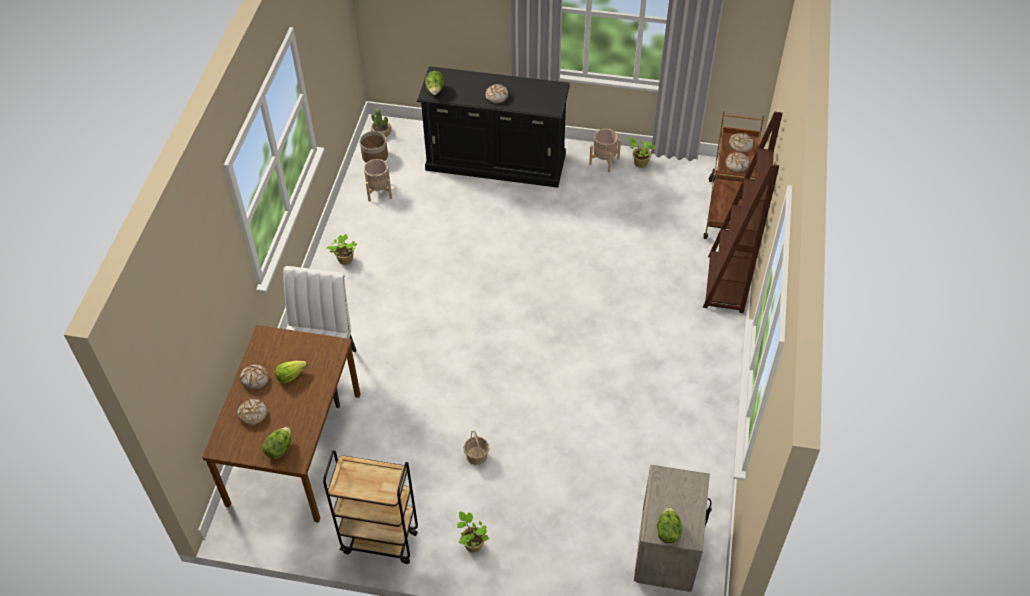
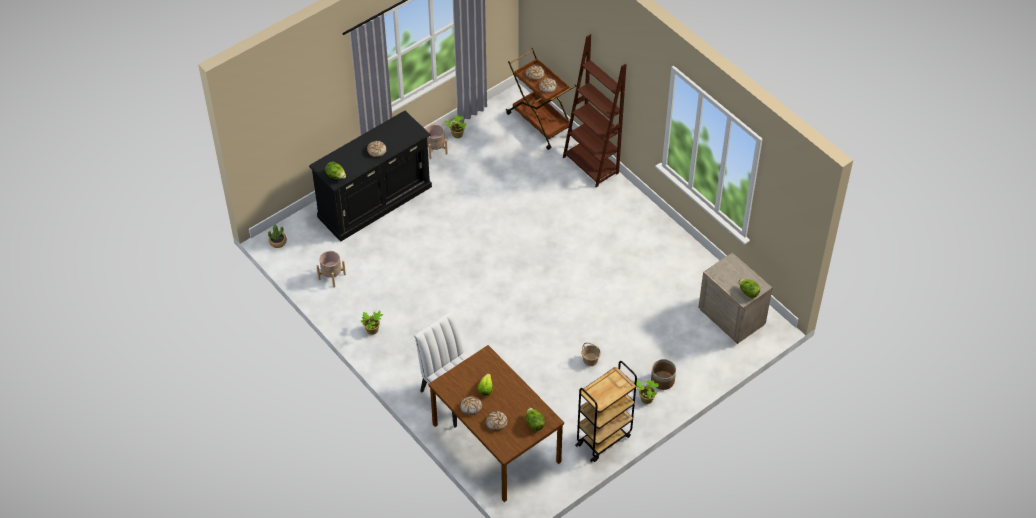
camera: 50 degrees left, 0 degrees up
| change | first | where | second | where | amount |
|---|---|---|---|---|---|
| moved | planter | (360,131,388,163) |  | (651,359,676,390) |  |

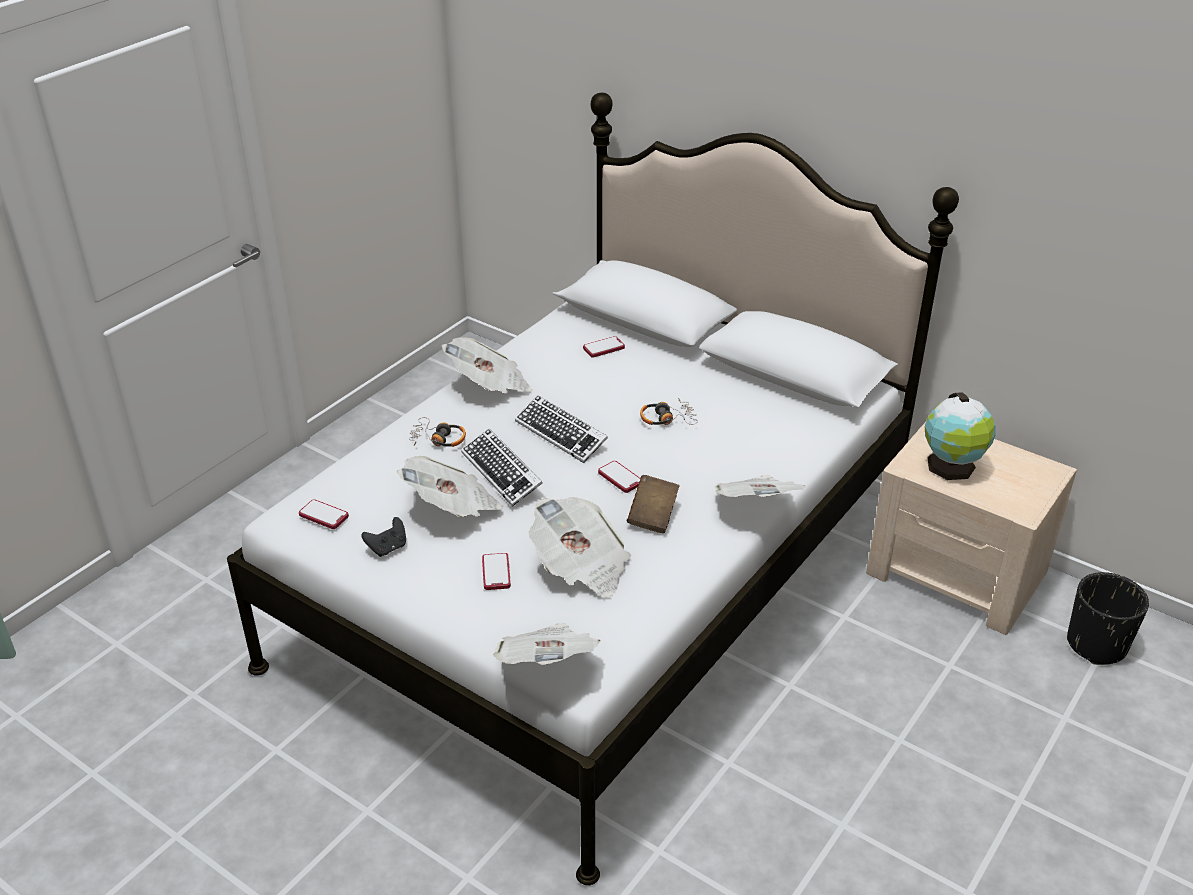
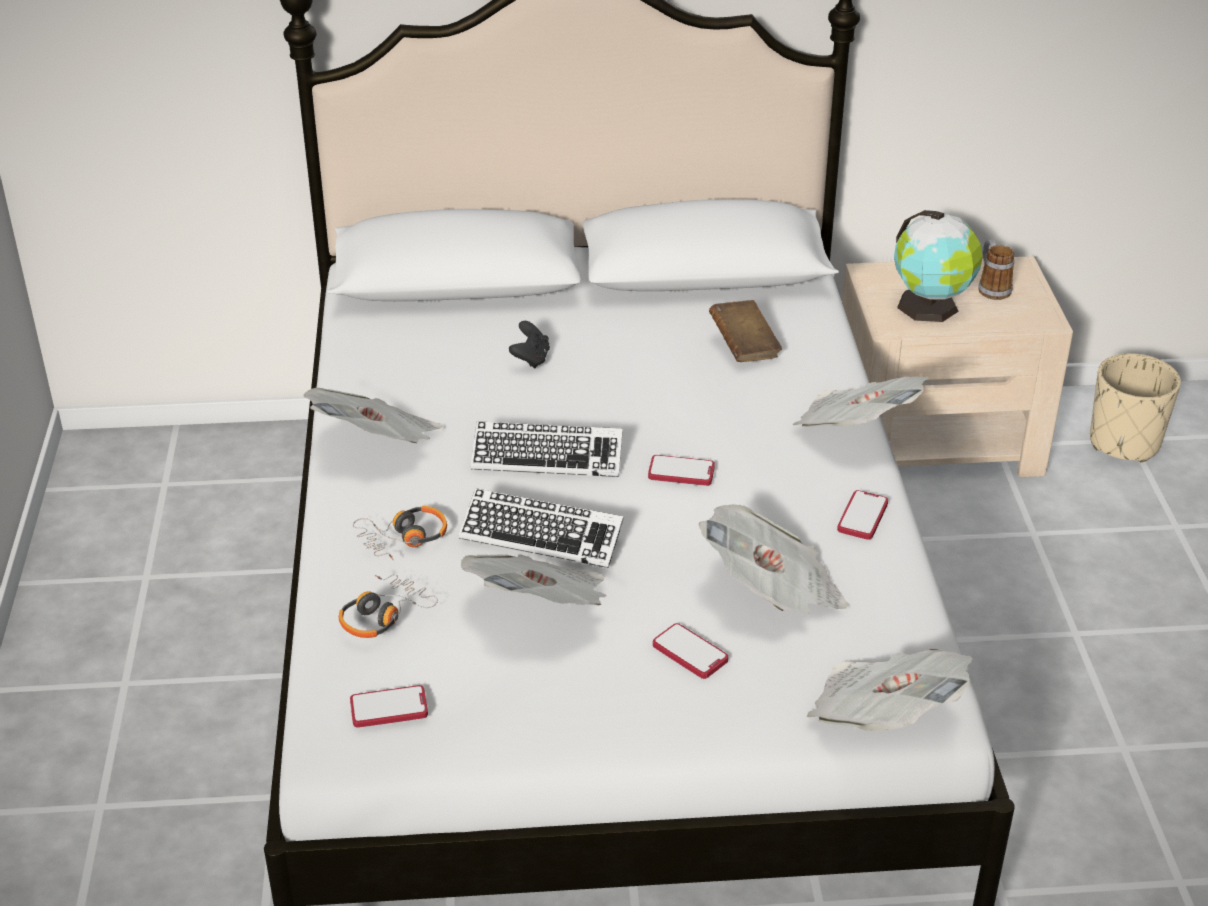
camera: 40 degrees left, 0 degrees up
| change | first | where | second | where | amount |
|---|---|---|---|---|---|
| moved | phone | (583,336,625,358) |  | (837,490,888,540) |  |
| moved | headphones | (640,398,698,425) |  | (339,574,438,638) |  |
| moved | brown book | (627,475,680,533) |  | (709,300,782,362) |  |
| moved | black game controller | (361,517,406,557) |  | (509,321,550,368) |  |
| recoloured | black planter | (1067,572,1149,665) | beige planter | (1090,353,1181,462) |  |
| added |  |  | mug | (978,239,1014,300) |  |

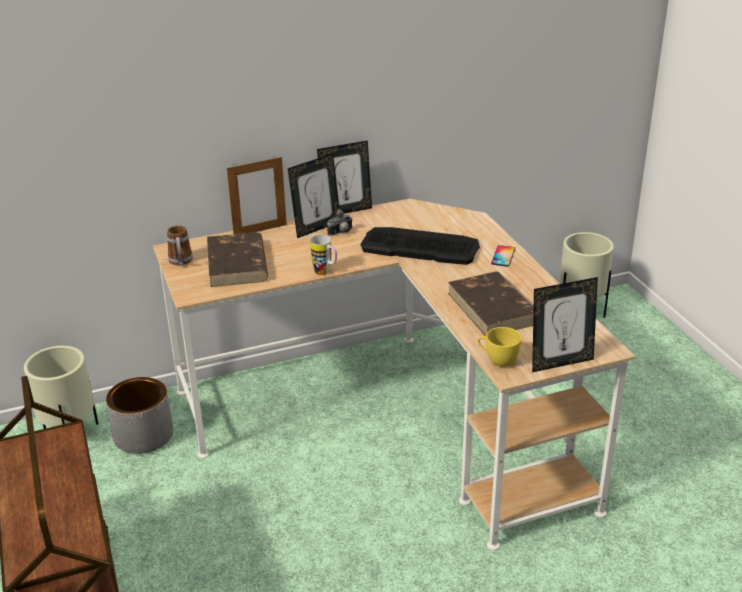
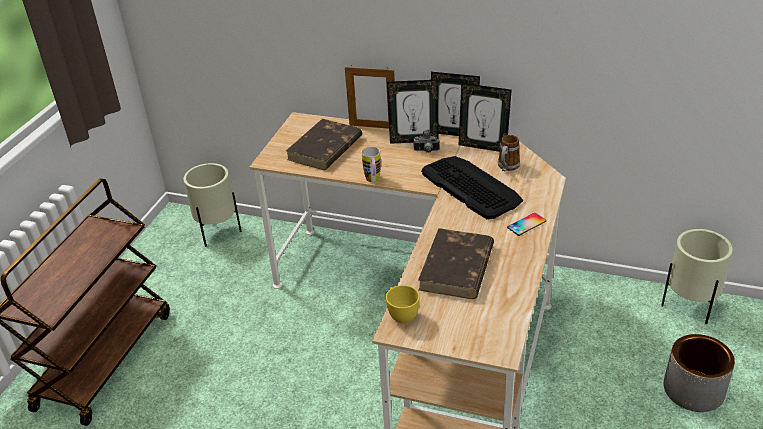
camera: 40 degrees right, 5 degrees up
| change | first | where | second | where | amount |
|---|---|---|---|---|---|
| moved | mug | (167,226,193,266) |  | (498,135,520,171) |  |
| moved | picture frame | (532,277,598,372) |  | (459,83,512,152) |  |
| moved | grey planter | (106,377,173,454) |  | (664,334,735,412) |  |

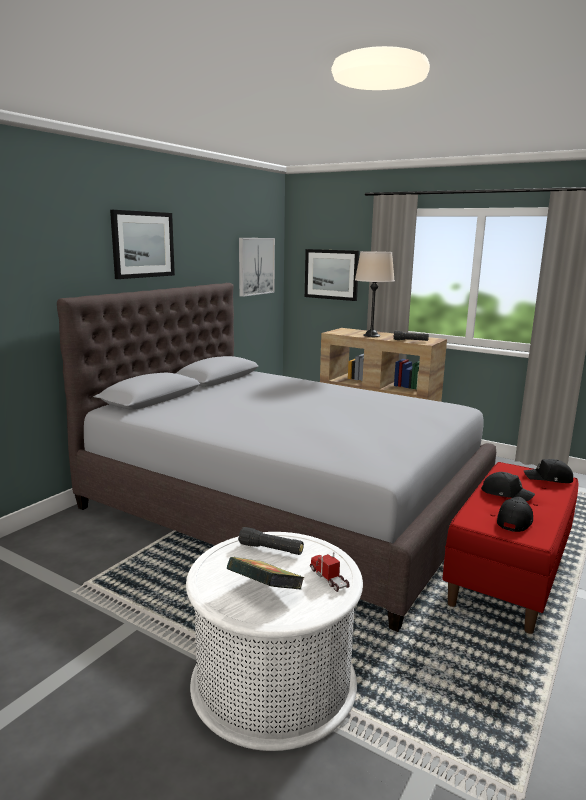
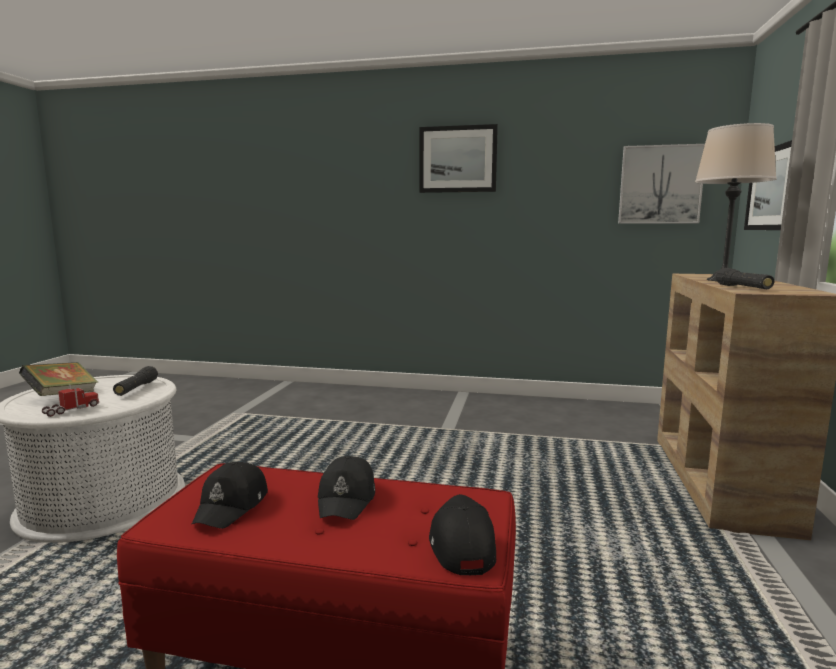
camera: 70 degrees right, 5 degrees down
| change | first | where | second | where | amount |
|---|---|---|---|---|---|
| removed | grey bed | (57,283,496,632) |  |  |  |
| turned | black cap | (497,497,533,532) |  | (191,462,268,529) | 90 degrees clockwise |

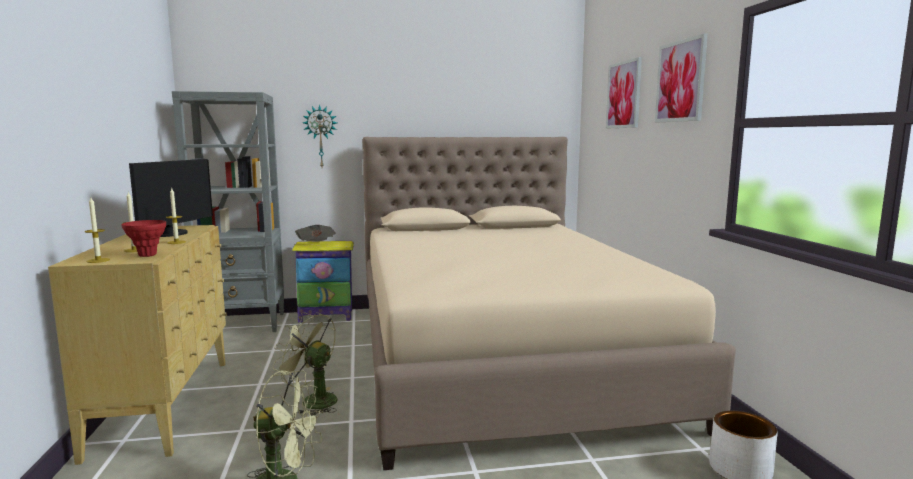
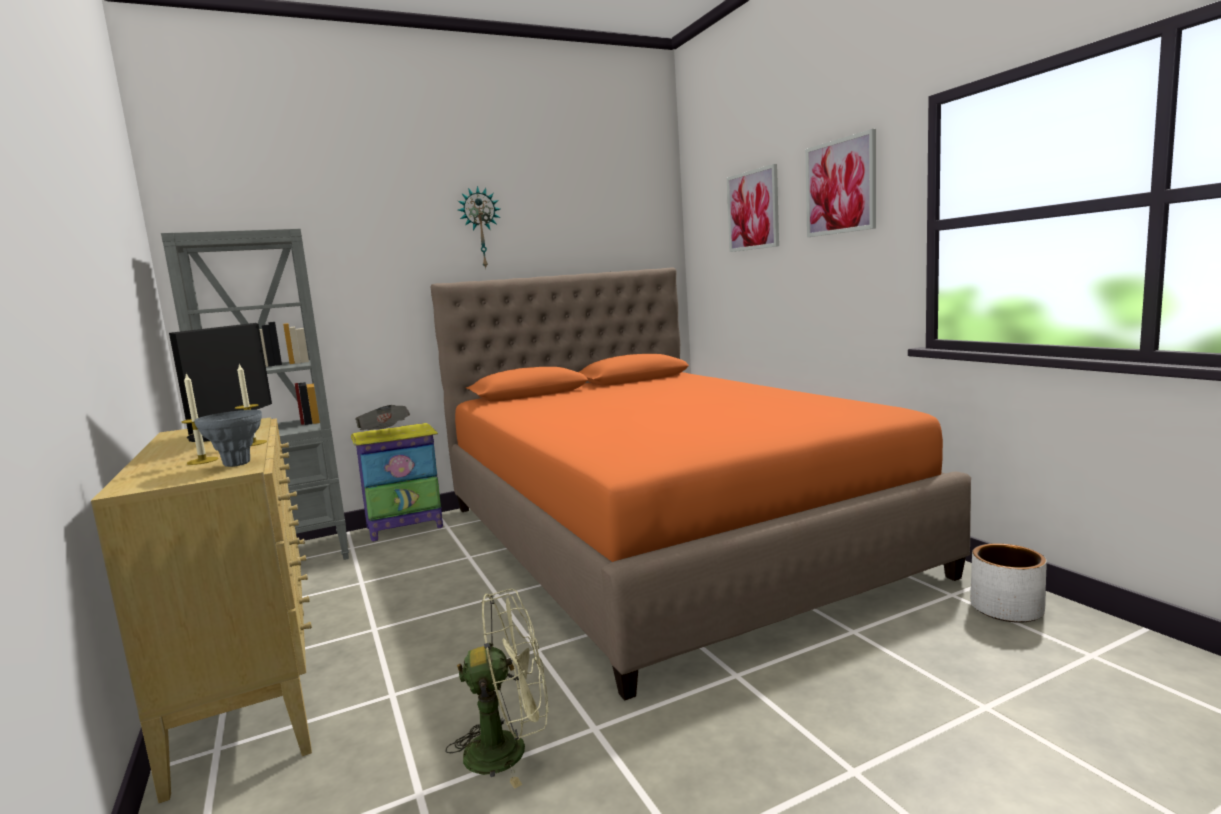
camera: 15 degrees left, 0 degrees up
| change | first | where | second | where | amount |
|---|---|---|---|---|---|
| moved | wall clock | (303,104,337,167) |  | (458,186,501,268) |  |
| recoloured | beige bed | (363,137,736,470) | orange bed | (431,267,971,701) |  |
| removed | candle | (85,198,110,263) |  |  |  |
| recoloured | red vase | (121,220,166,257) | grey vase | (194,410,262,467) |  |
| removed | green fan | (273,312,337,416) |  |  |  |

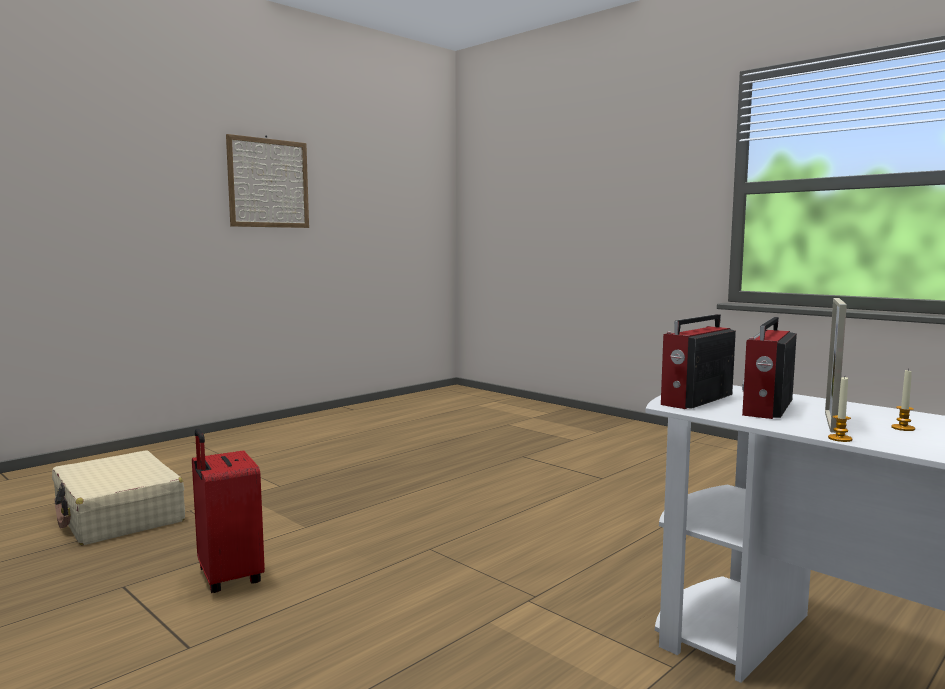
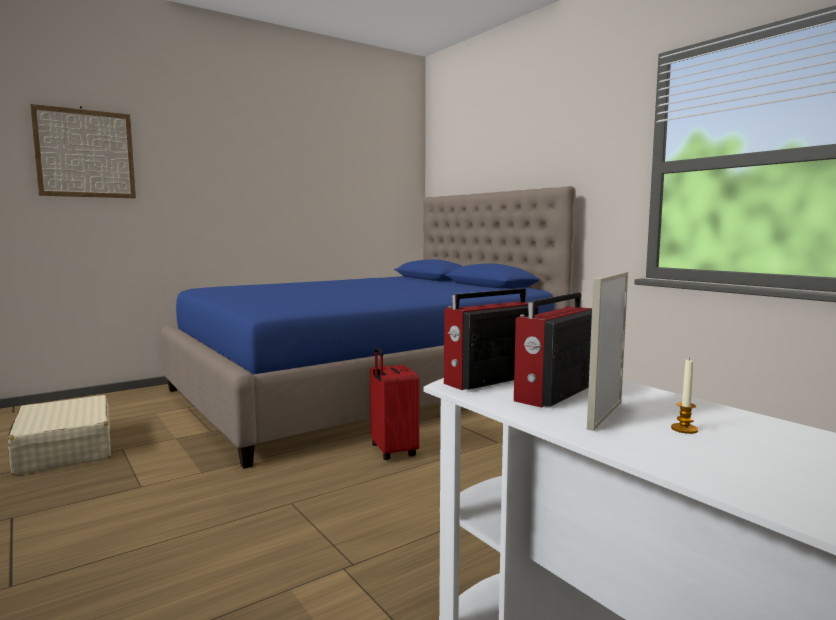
camera: 10 degrees right, 0 degrees up
| change | first | where | second | where | amount |
|---|---|---|---|---|---|
| moved | picture | (226,134,309,228) |  | (30,104,136,198) |  |
| removed | candle | (828,377,852,442) |  |  |  |
| moved | red suitcase | (192,429,265,593) |  | (370,347,419,460) |  |
| added |  |  | blue bed | (161,186,576,469) |  |

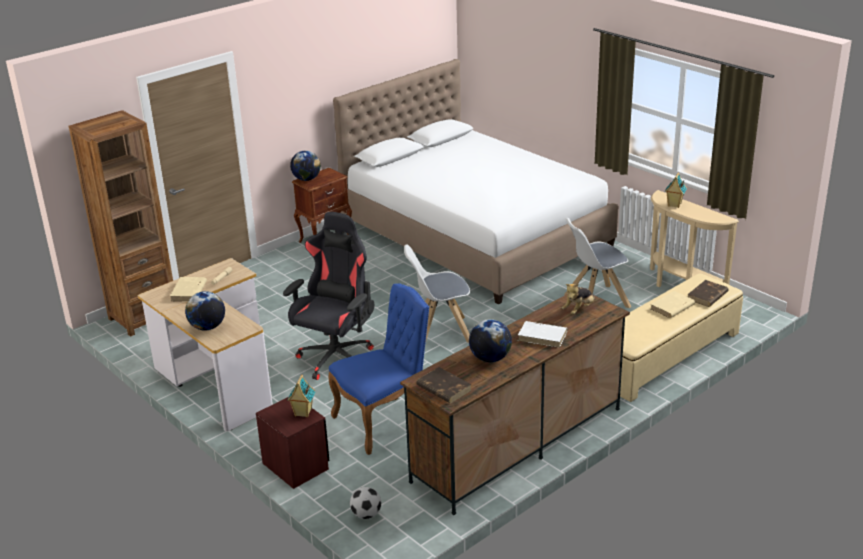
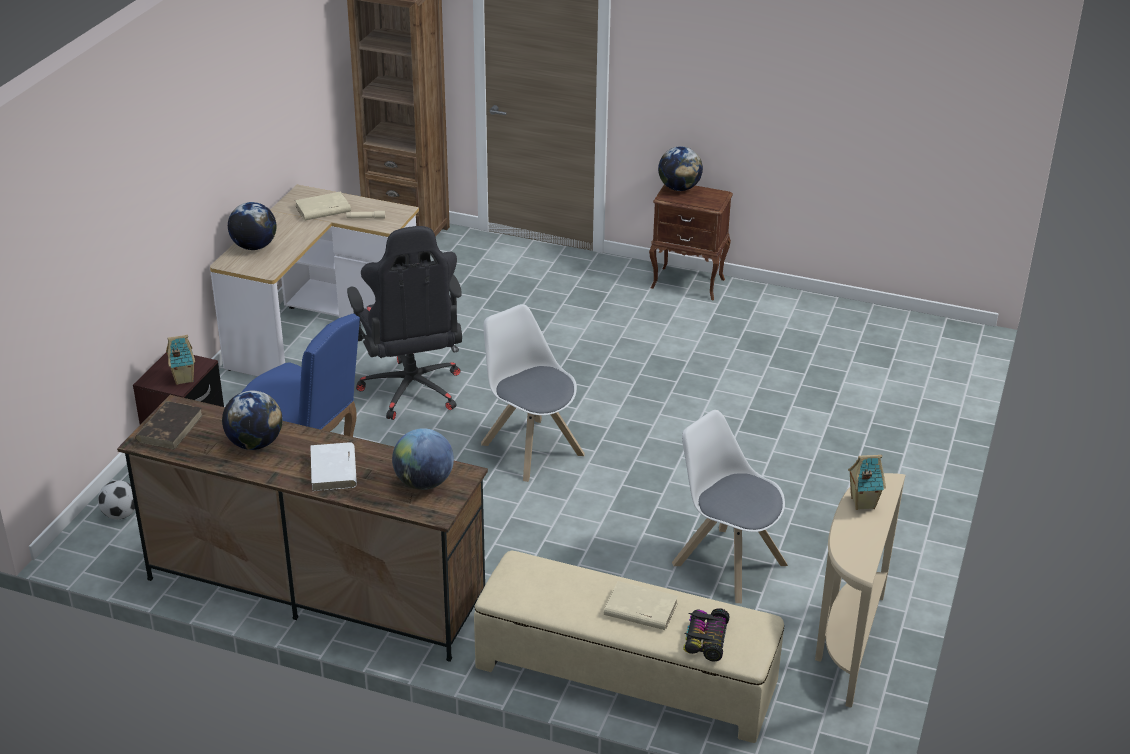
camera: 60 degrees right, 5 degrees up
| change | first | where | second | where | amount |
|---|---|---|---|---|---|
| removed | white bed | (333,59,619,305) |  |  |  |
| turned | black office chair | (283,212,374,380) |  | (347,226,462,420) | 75 degrees clockwise |
| replaced | brown book | (687,280,729,307) | toy car | (683,608,730,662) |  |
| replaced | plush toy | (562,283,595,315) | globe | (392,428,454,490) |  |

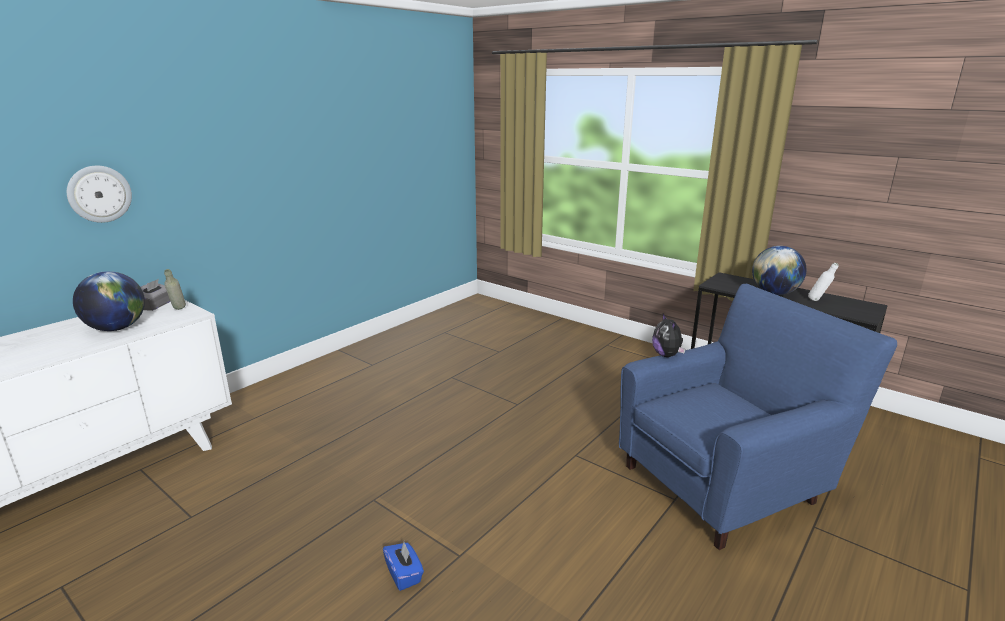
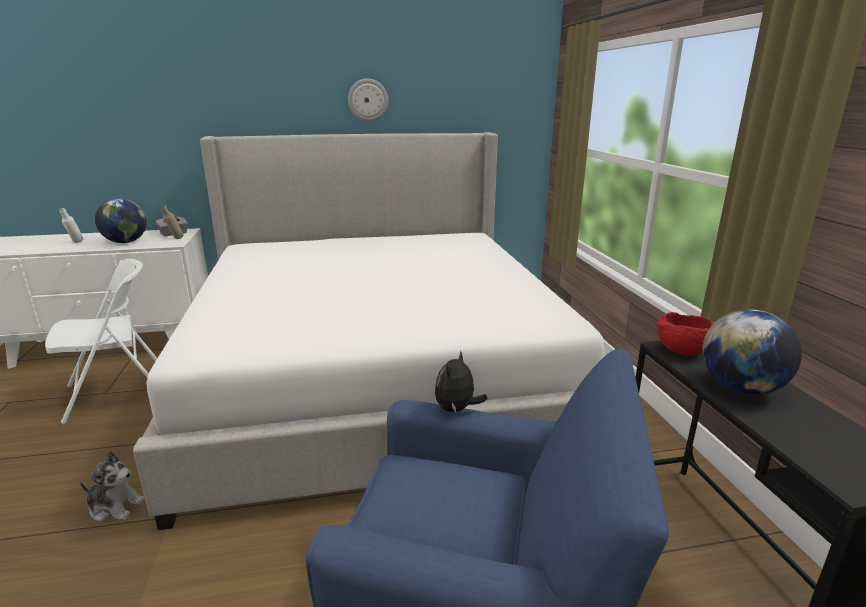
camera: 40 degrees right, 0 degrees up
| change | first | where | second | where | amount |
|---|---|---|---|---|---|
| moved | wall clock | (67,166,132,223) |  | (348,78,388,122) |  |
| moved | white bottle | (808,263,839,301) |  | (60,208,84,243) |  |
| replaced | blue tissue box | (383,542,424,591) | plush toy | (80,451,145,522) |  |
| added |  |  | bed | (133,132,604,530) |  |
| added |  |  | white chair | (45,259,157,424) |  |
| added |  |  | red bowl | (657,312,714,356) |  |

